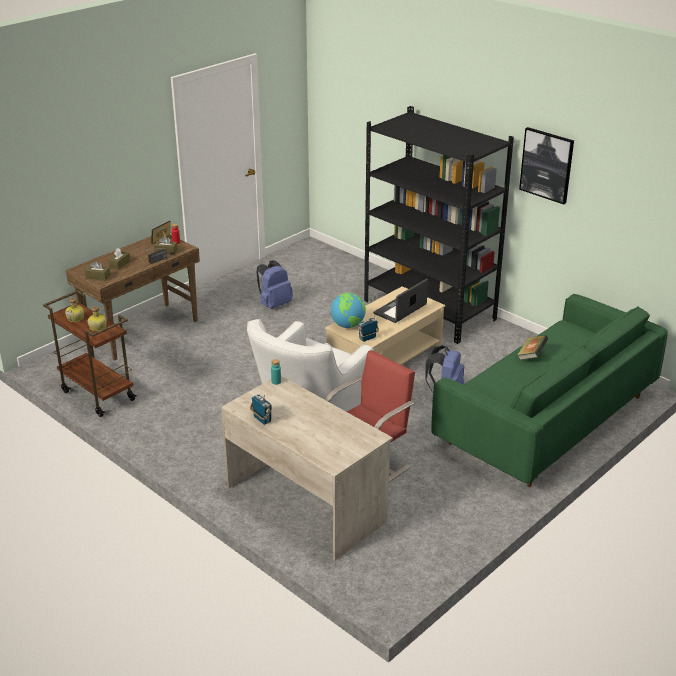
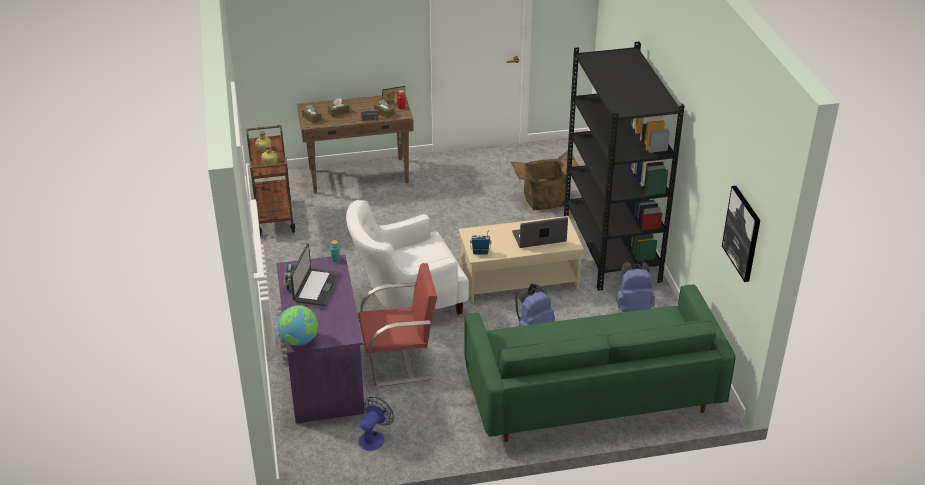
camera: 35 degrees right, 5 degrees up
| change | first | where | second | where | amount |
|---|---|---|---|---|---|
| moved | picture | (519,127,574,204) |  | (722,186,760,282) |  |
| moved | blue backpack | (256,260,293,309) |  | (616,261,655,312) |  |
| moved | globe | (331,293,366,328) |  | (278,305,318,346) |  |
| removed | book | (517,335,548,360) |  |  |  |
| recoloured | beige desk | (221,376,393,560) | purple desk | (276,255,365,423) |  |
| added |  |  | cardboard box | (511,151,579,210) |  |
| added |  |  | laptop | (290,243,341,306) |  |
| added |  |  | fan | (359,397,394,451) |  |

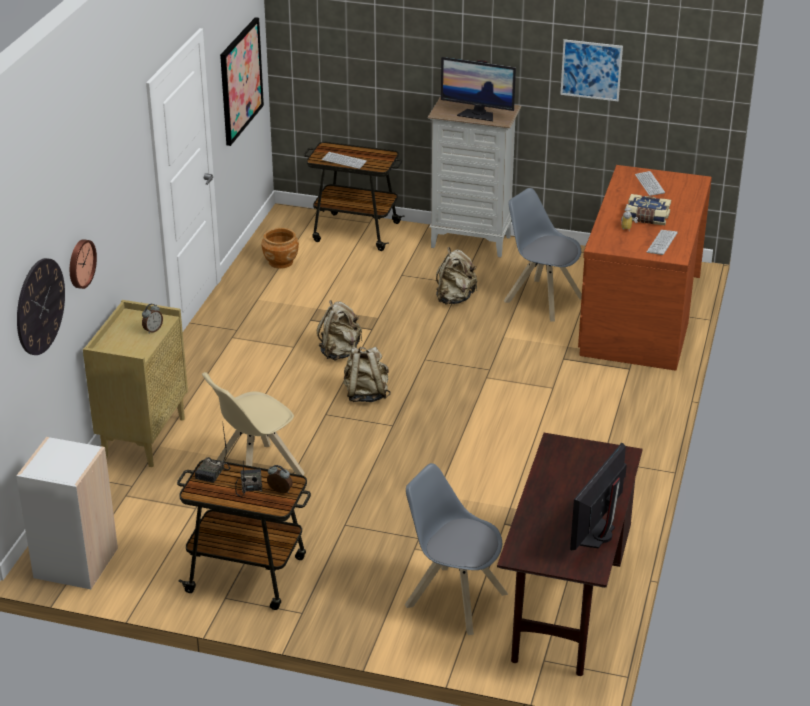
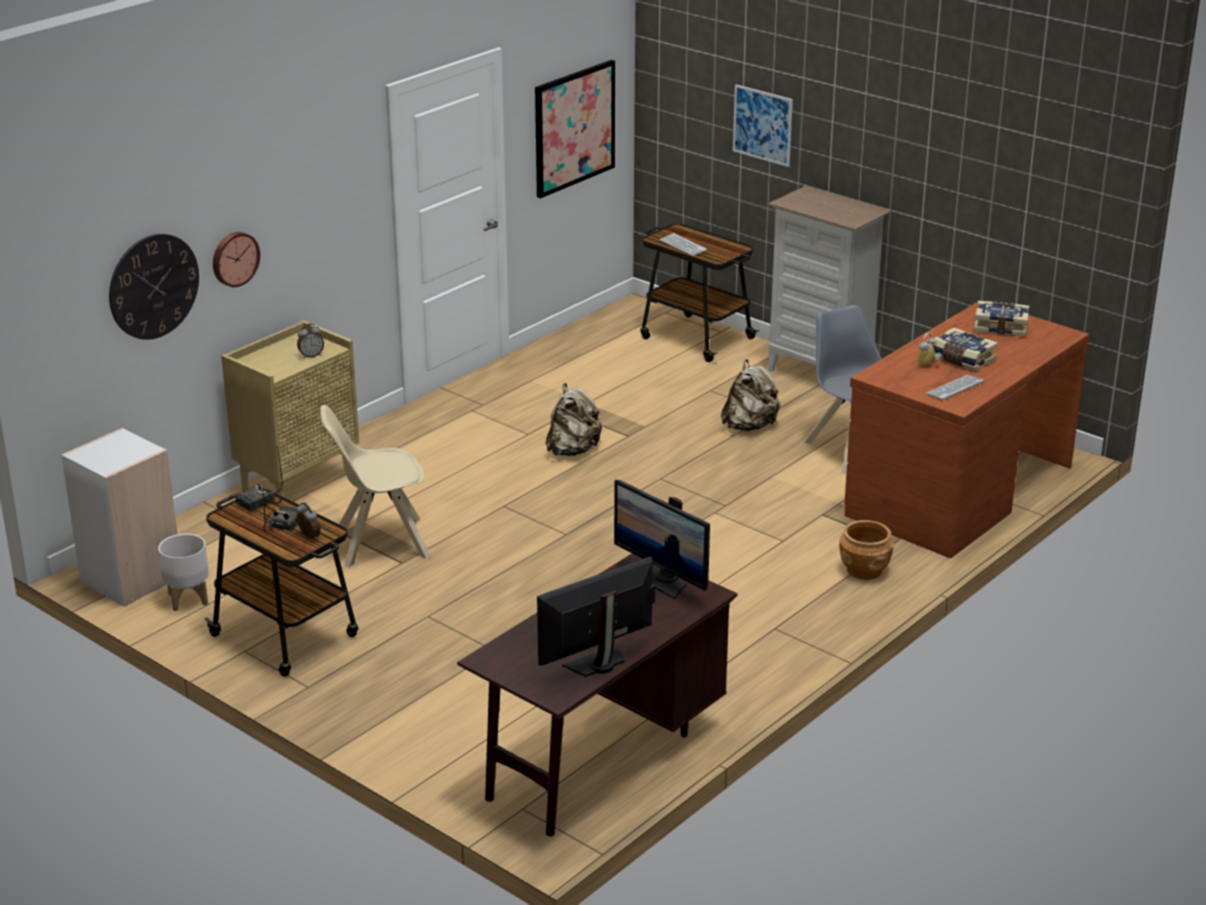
camera: 25 degrees right, 5 degrees down
| change | first | where | second | where | amount |
|---|---|---|---|---|---|
| moved | picture | (560,39,623,101) |  | (733,84,793,167) |  |
| moved | monitor | (441,57,516,121) |  | (614,480,710,599) |  |
| replaced | keyboard | (635,171,665,196) | book | (974,301,1029,337) |  |
| moved | brown planter | (262,228,299,269) |  | (839,520,894,580) |  |
| removed | beige backpack | (343,347,390,402) |  |  |  |
| removed | grey chair | (405,463,508,635) |  |  |  |
| added |  |  | white planter | (158,534,209,611) |  |

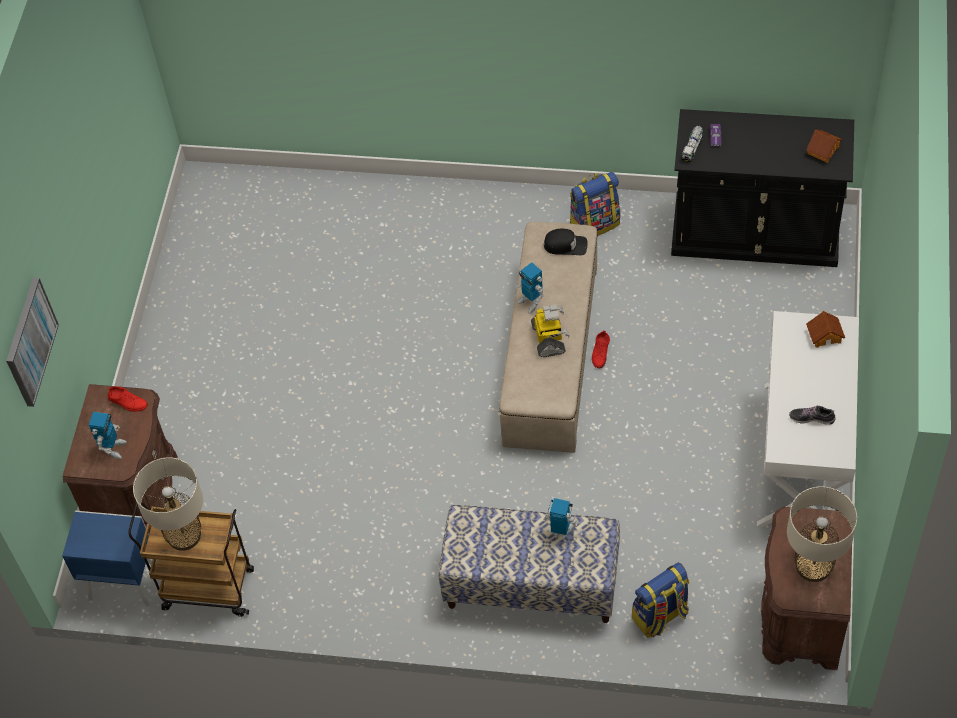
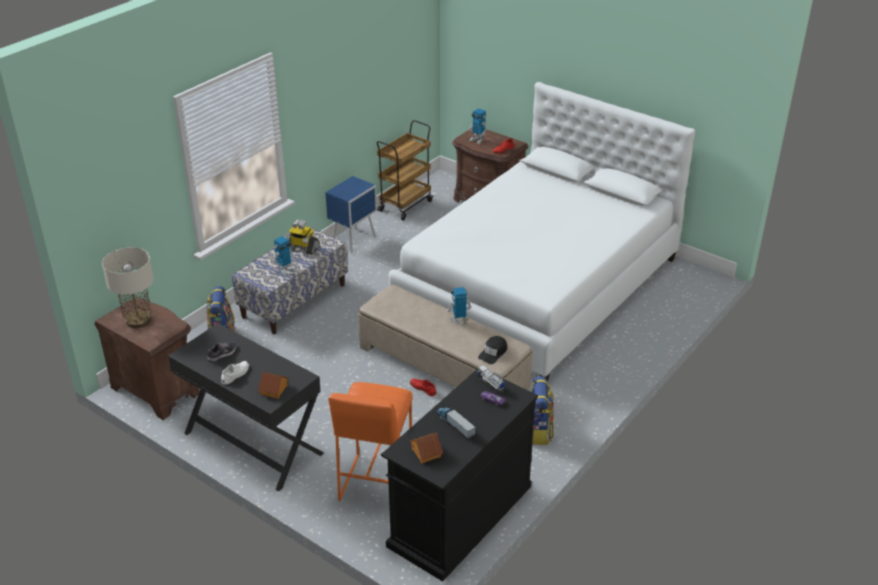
camera: 115 degrees right, 20 degrees down
| change | first | where | second | where | amount |
|---|---|---|---|---|---|
| removed | picture | (6,278,59,407) |  |  |  |
| moved | toy robot | (531,305,570,357) |  | (285,219,320,255) |  |
| recoloured | white desk | (757,311,859,527) | black desk | (168,323,324,492) |  |
| removed | table lamp | (133,457,203,551) |  |  |  |
| moved | blue nightstand | (62,511,156,606) |  | (325,176,377,253) |  |
| added |  |  | white bed | (389,82,696,381) |  |
| added |  |  | white shoe | (221,361,249,384) |  |
| added |  |  | orange stool | (328,382,413,501) |  |
| added |  |  | toy truck | (436,407,476,440) |  |

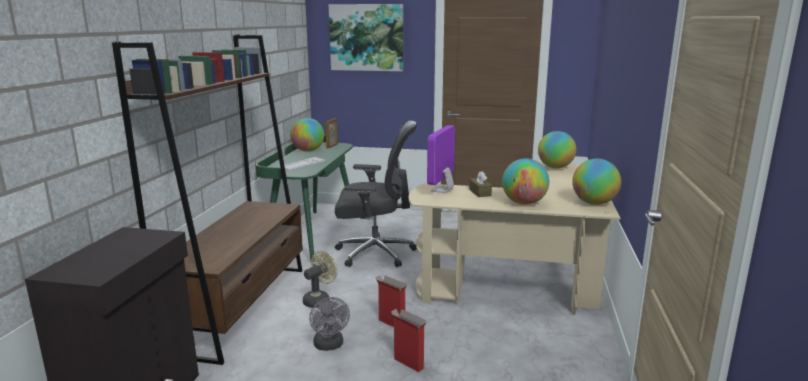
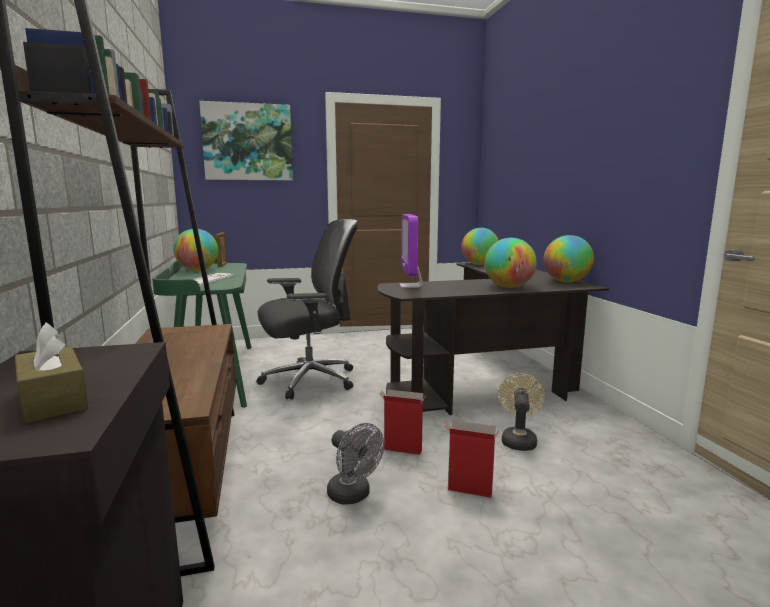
camera: 25 degrees left, 5 degrees down
| change | first | where | second | where | amount |
|---|---|---|---|---|---|
| recoloured | beige desk | (409,162,620,316) | black desk | (377,263,609,415) |  |
| moved | brown tissue box | (469,171,492,197) |  | (15,322,88,424) |  |
| moved | beige fan | (303,251,338,308) |  | (498,373,545,451) |  |

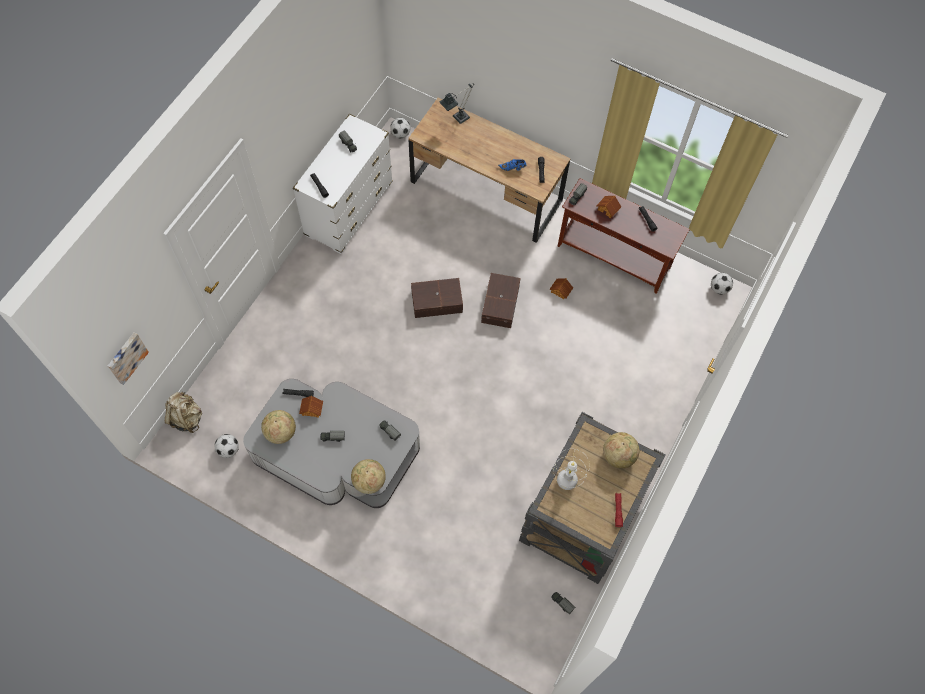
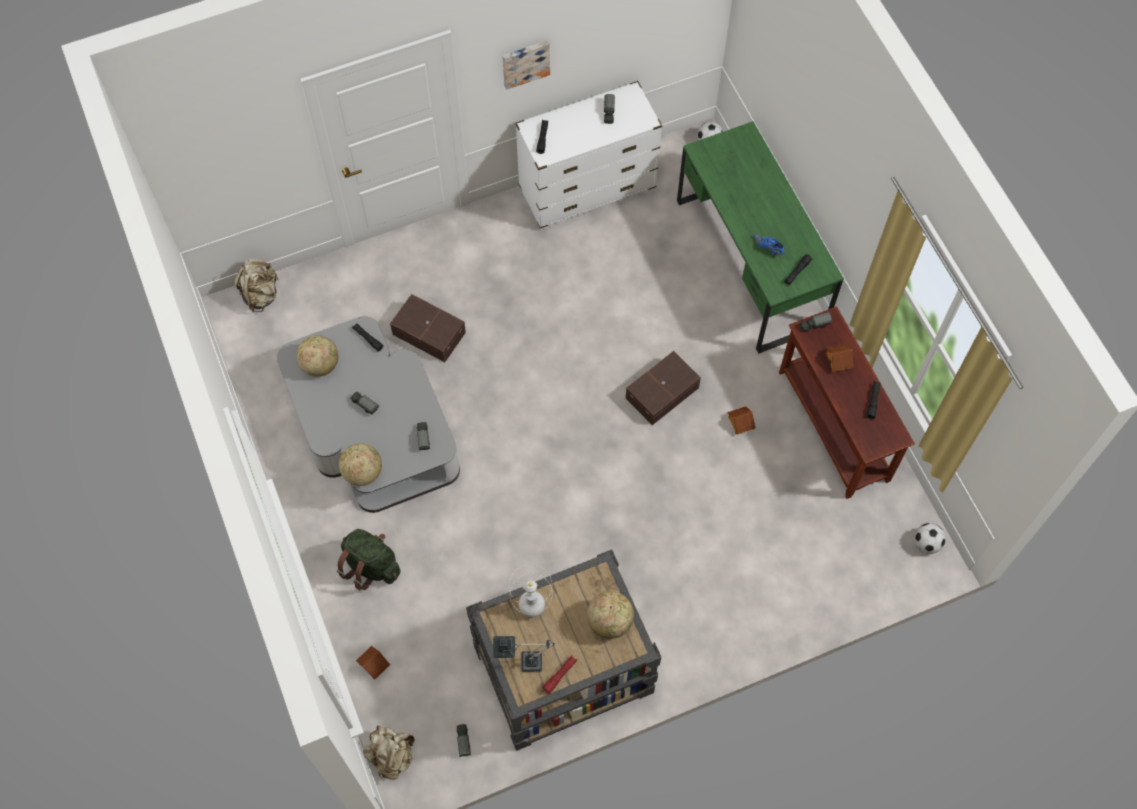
camera: 40 degrees right, 0 degrees up
| change | first | where | second | where | amount |
|---|---|---|---|---|---|
| moved | table lamp | (440,83,474,124) |  | (493,636,555,672) |  |
| recoloured | brown desk | (408,97,571,243) | green desk | (677,121,844,354) |  |
| moved | brown storage box | (411,278,463,318) |  | (390,294,466,362) |  |
| moved | picture | (108,333,149,385) |  | (502,40,550,90) |  |
| moved | toy house | (299,396,323,418) |  | (356,646,390,680) |  |
| removed | football | (215,434,239,458) |  |  |  |
| added |  |  | green backpack | (337,529,400,591) |  |
| added |  |  | beige backpack | (363,725,415,780) |  |

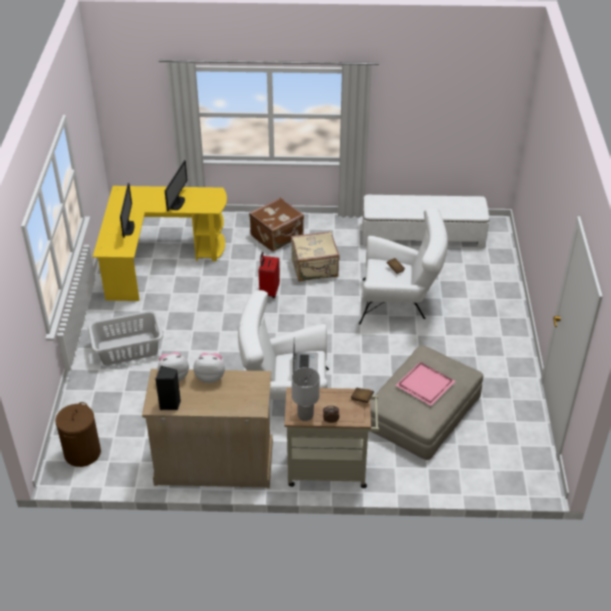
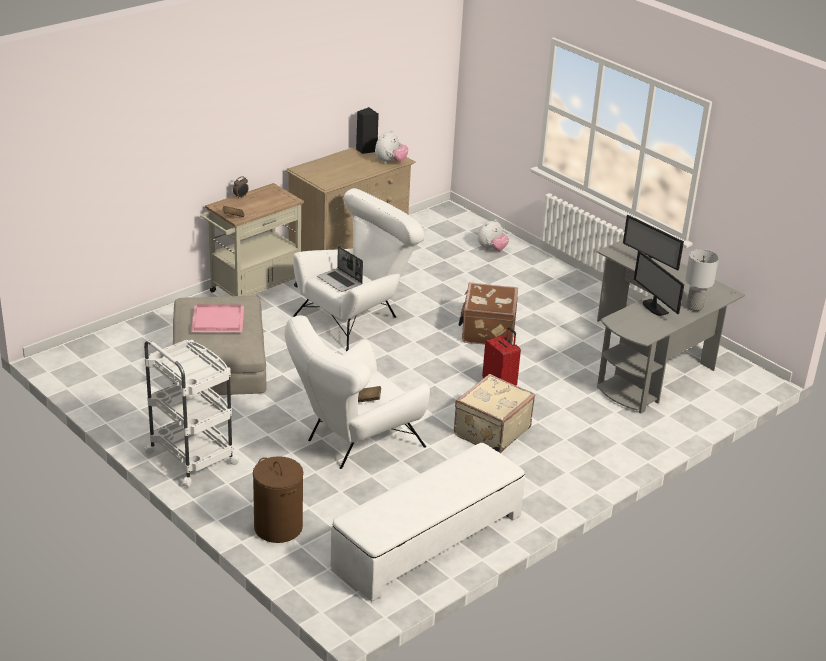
camera: 135 degrees right, 10 degrees down
| change | first | where | second | where | amount |
|---|---|---|---|---|---|
| recoloured | yellow desk | (93,186,227,301) | grey desk | (597,240,745,414) |  |
| moved | brown suitcase | (249,197,304,252) |  | (458,282,518,345) |  |
| removed | grey laundry basket | (88,311,163,365) |  |  |  |
| moved | plush toy | (193,353,225,383) |  | (477,219,509,251) |  |
| moved | grey table lamp | (292,367,320,421) |  | (685,249,719,311) |  |
| moved | brown laundry basket | (55,402,101,467) |  | (253,456,303,543) |  |
| added |  |  | white cart | (144,340,239,487) |  |

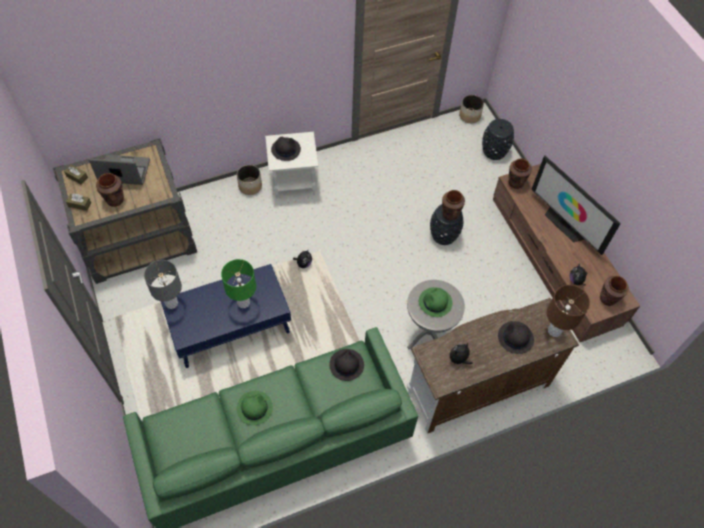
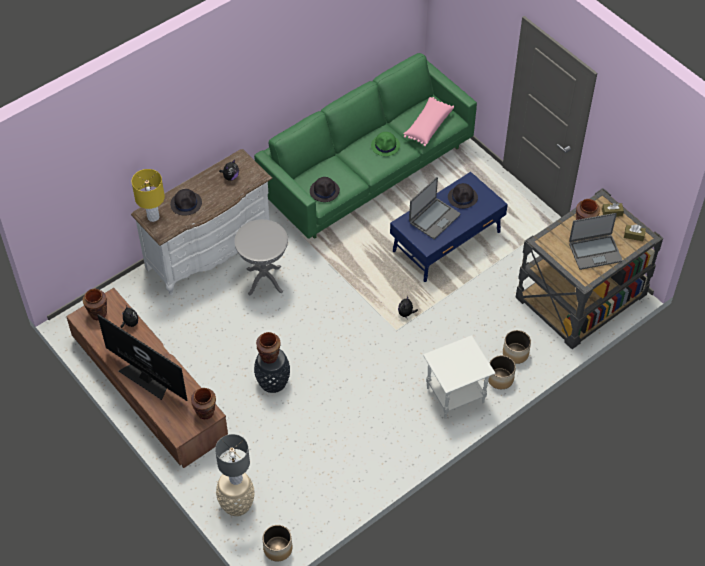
camera: 165 degrees right, 5 degrees down
| change | first | where | second | where | amount |
|---|---|---|---|---|---|
| recoloured | black stool | (482,119,514,160) | beige stool | (216,473,255,516) |  |
| moved | black hat | (271,137,301,161) |  | (448,183,478,209) |  |
| replaced | green table lamp | (221,259,256,308) | laptop | (409,177,460,239) |  |
| moved | grey table lamp | (144,260,182,309) |  | (215,434,250,485) |  |
| recoloured | brown table lamp | (547,285,590,337) | yellow table lamp | (132,169,165,222) |  |
| removed | green hat | (419,287,452,317) |  |  |  |
| added |  |  | pink pillow | (403,97,454,146) |  |
| added |  |  | planter | (503,330,531,364) |  |

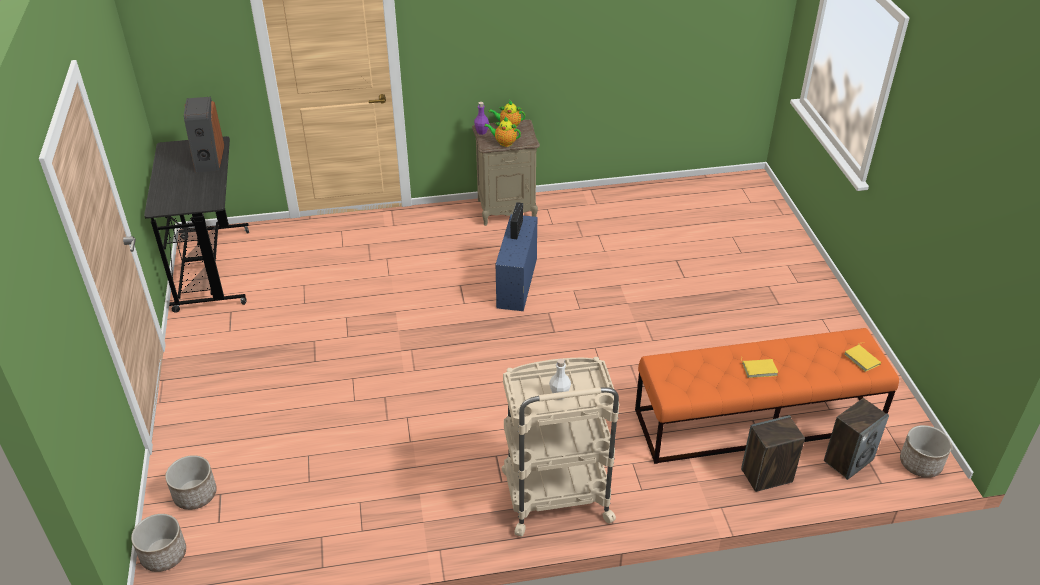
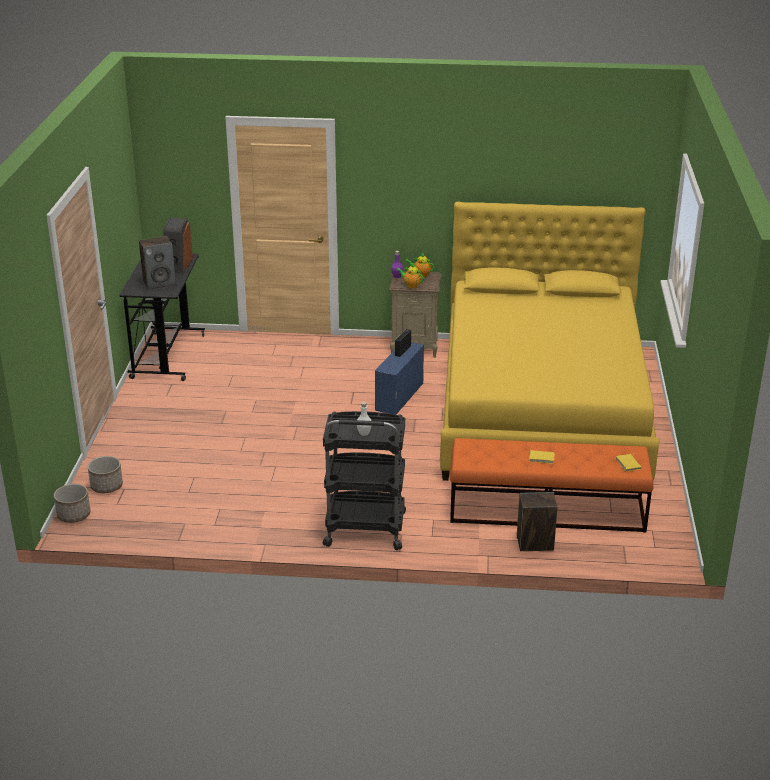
camera: 15 degrees right, 10 degrees down
| change | first | where | second | where | amount |
|---|---|---|---|---|---|
| recoloured | beige cart | (502,357,619,537) | black cart | (323,411,406,550) |  |
| moved | speaker | (824,398,889,480) |  | (139,236,176,290) |  |
| removed | planter | (900,425,952,478) |  |  |  |
| added |  |  | yellow bed | (440,201,660,481) |  |

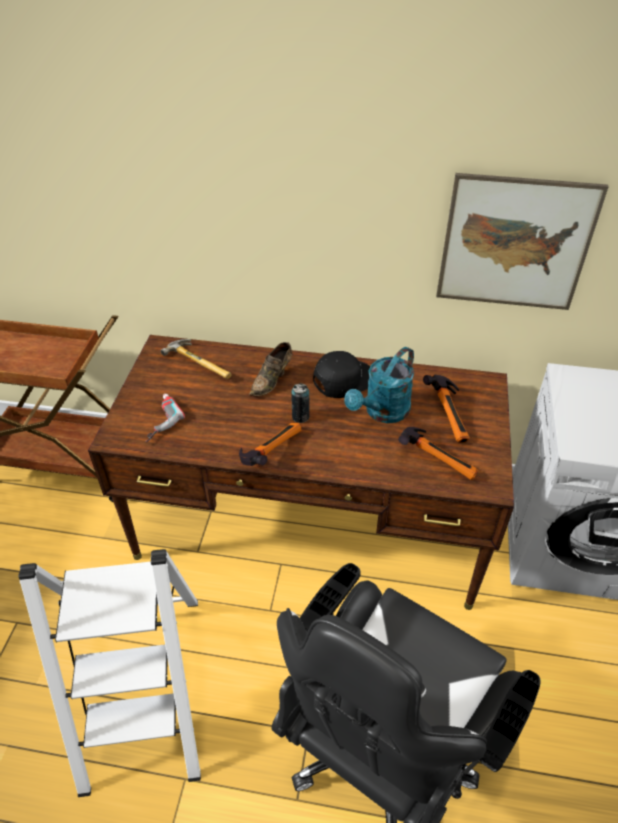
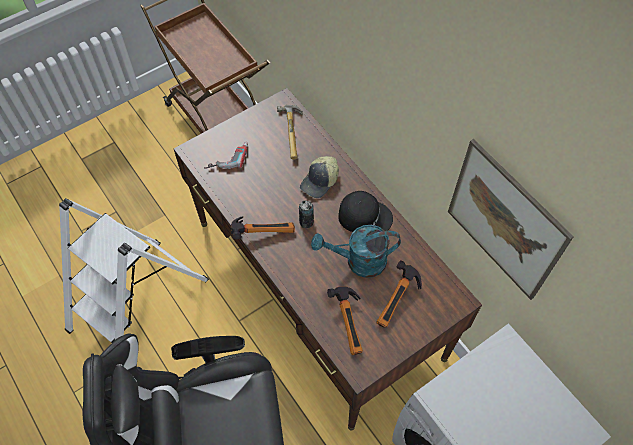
camera: 45 degrees right, 15 degrees up
| change | first | where | second | where | amount |
|---|---|---|---|---|---|
| replaced | brown shoe | (249,342,292,396) | cap | (300,156,339,198) |  |

